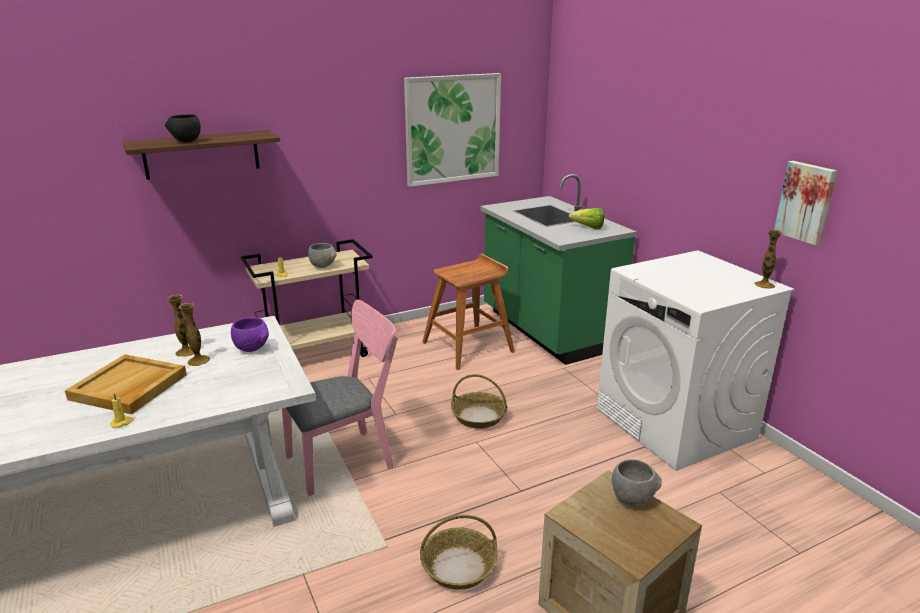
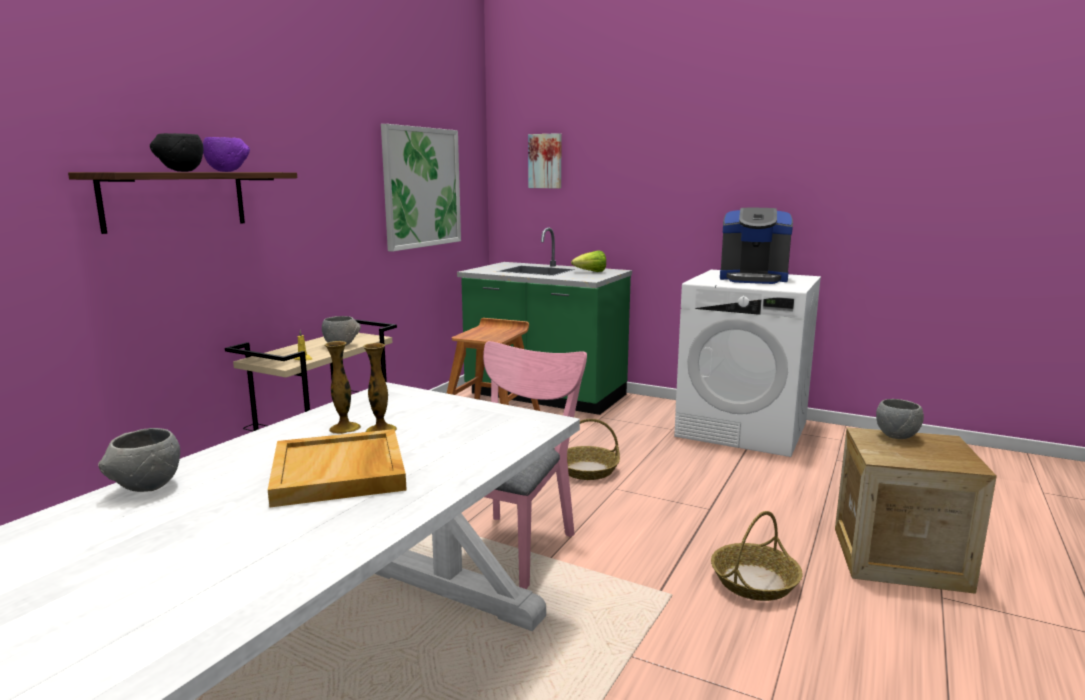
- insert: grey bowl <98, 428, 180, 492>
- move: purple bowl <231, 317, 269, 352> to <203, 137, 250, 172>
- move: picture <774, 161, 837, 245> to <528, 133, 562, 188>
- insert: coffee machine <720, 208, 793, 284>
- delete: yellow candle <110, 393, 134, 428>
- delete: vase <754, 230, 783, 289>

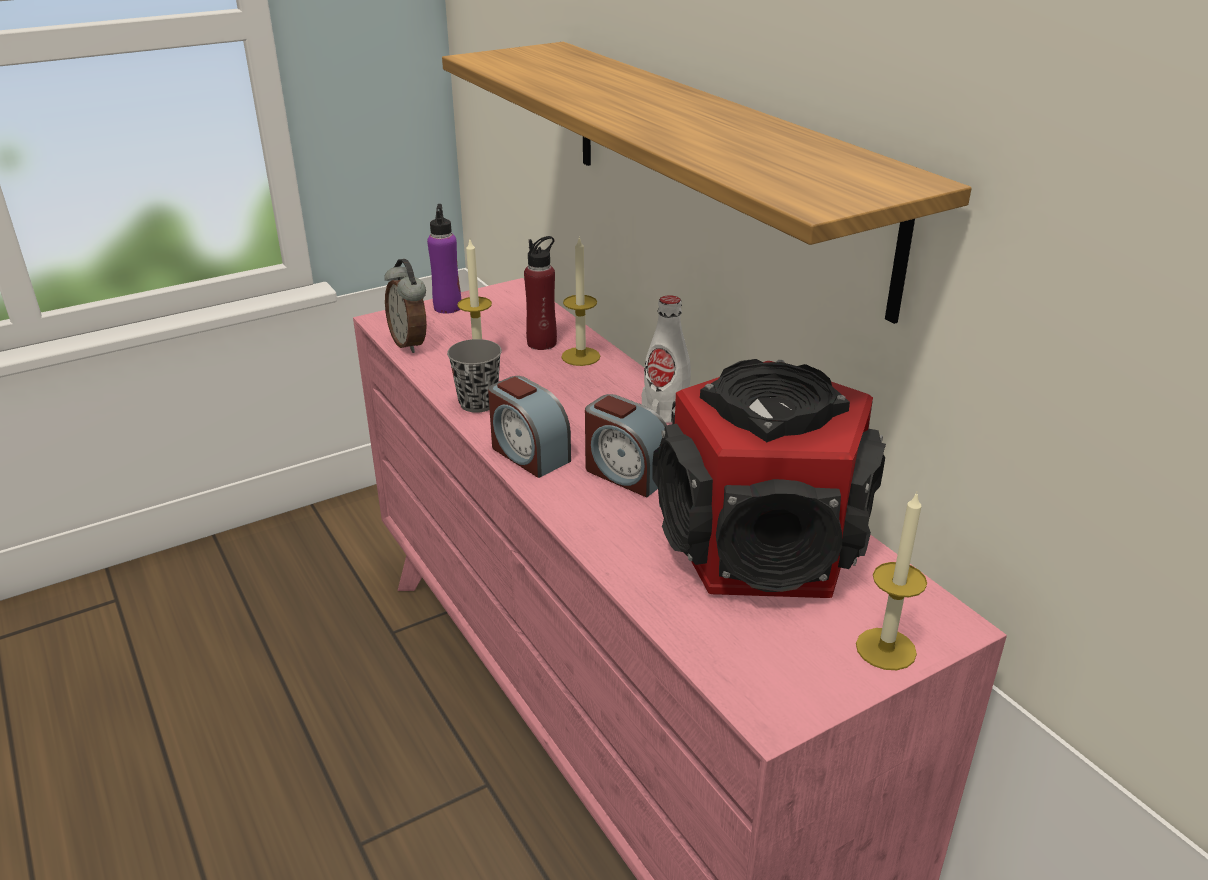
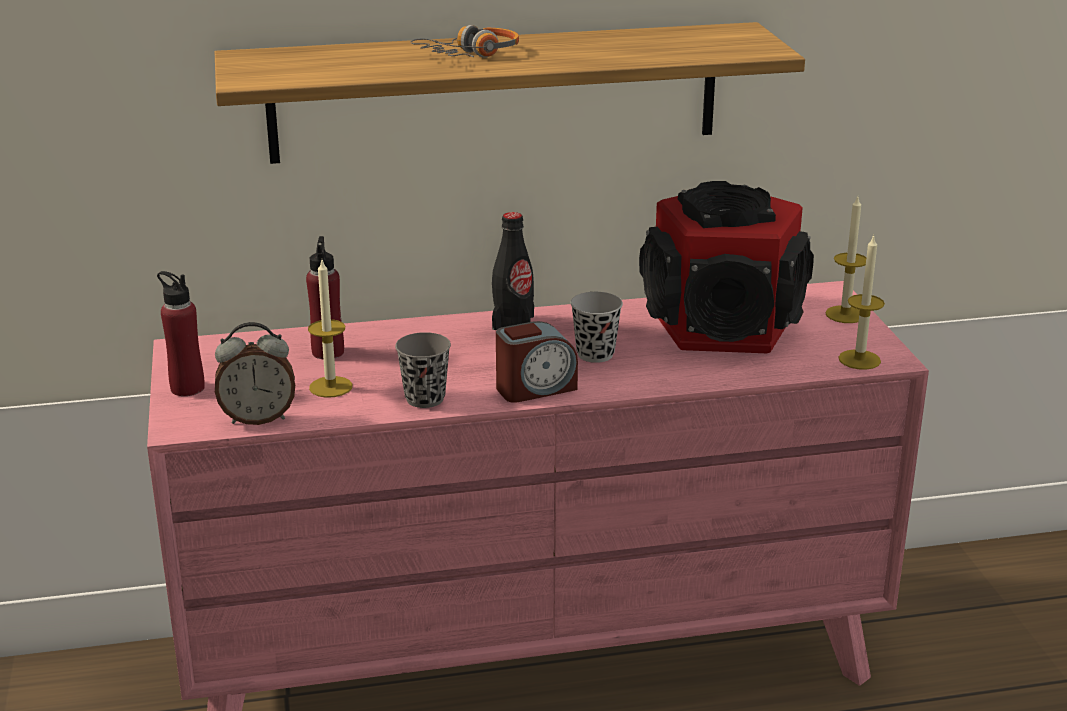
- recolor: purple bottle <427, 204, 461, 314> to red bottle <157, 271, 205, 396>
- insert: headphones <411, 25, 519, 58>
- recolor: white bottle <642, 295, 691, 423> to black bottle <492, 212, 534, 330>
- replace: alarm clock <585, 394, 667, 497> to black cup <570, 292, 623, 363>
- move: candle <561, 236, 600, 366> to <838, 235, 885, 370>

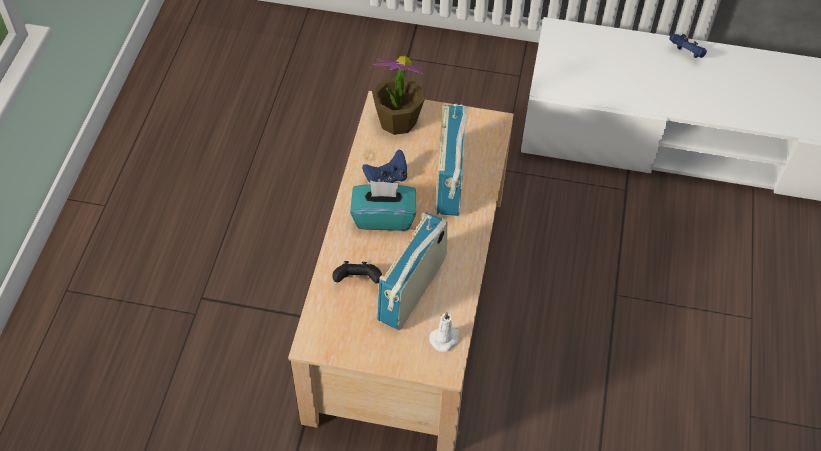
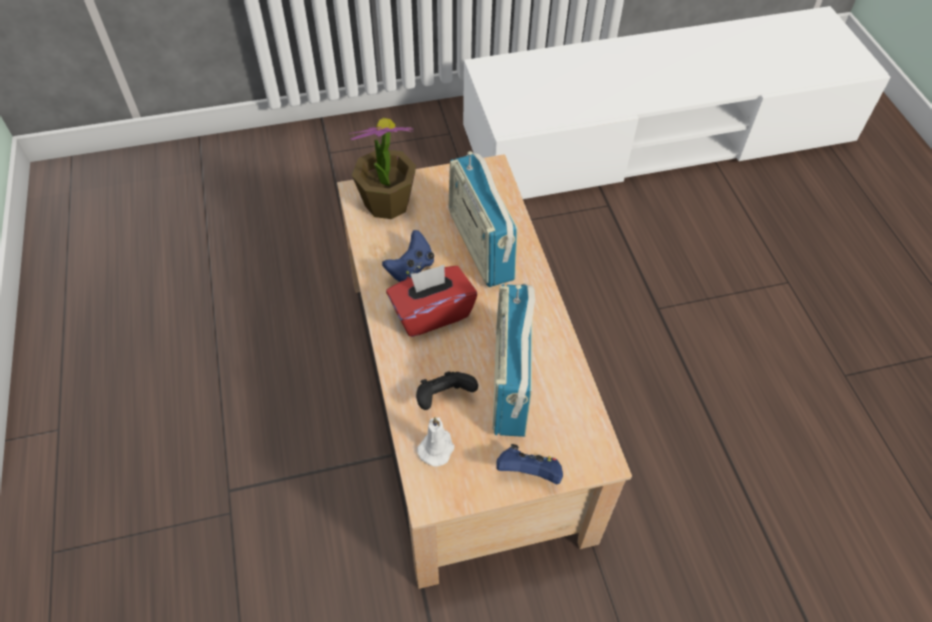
- recolor: turquoise tissue box <350, 180, 416, 231> to red tissue box <386, 265, 477, 337>
- move: white candle <429, 312, 460, 352> to <417, 417, 455, 467>
- move: blue game controller <669, 34, 707, 58> to <496, 444, 563, 484>

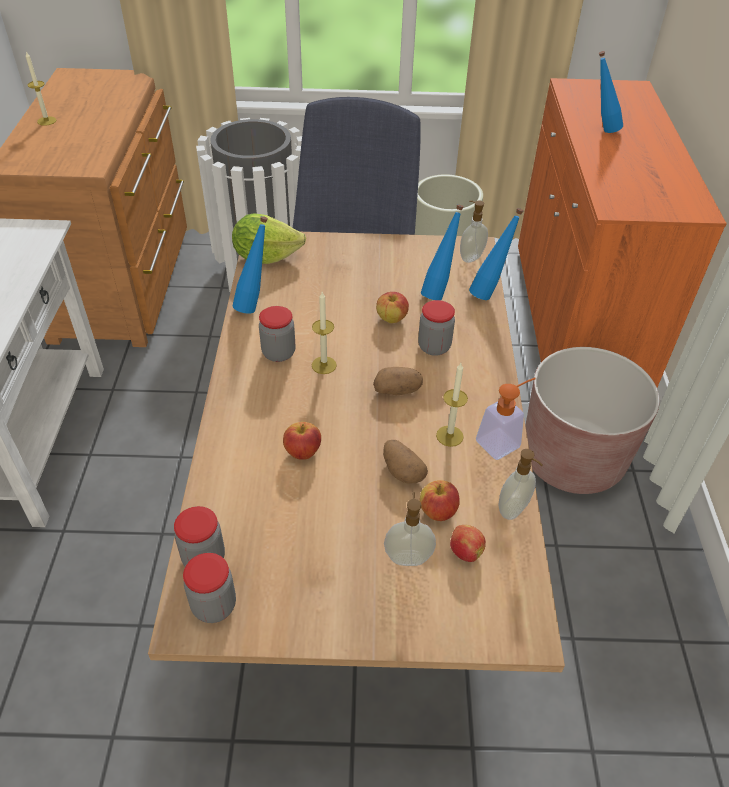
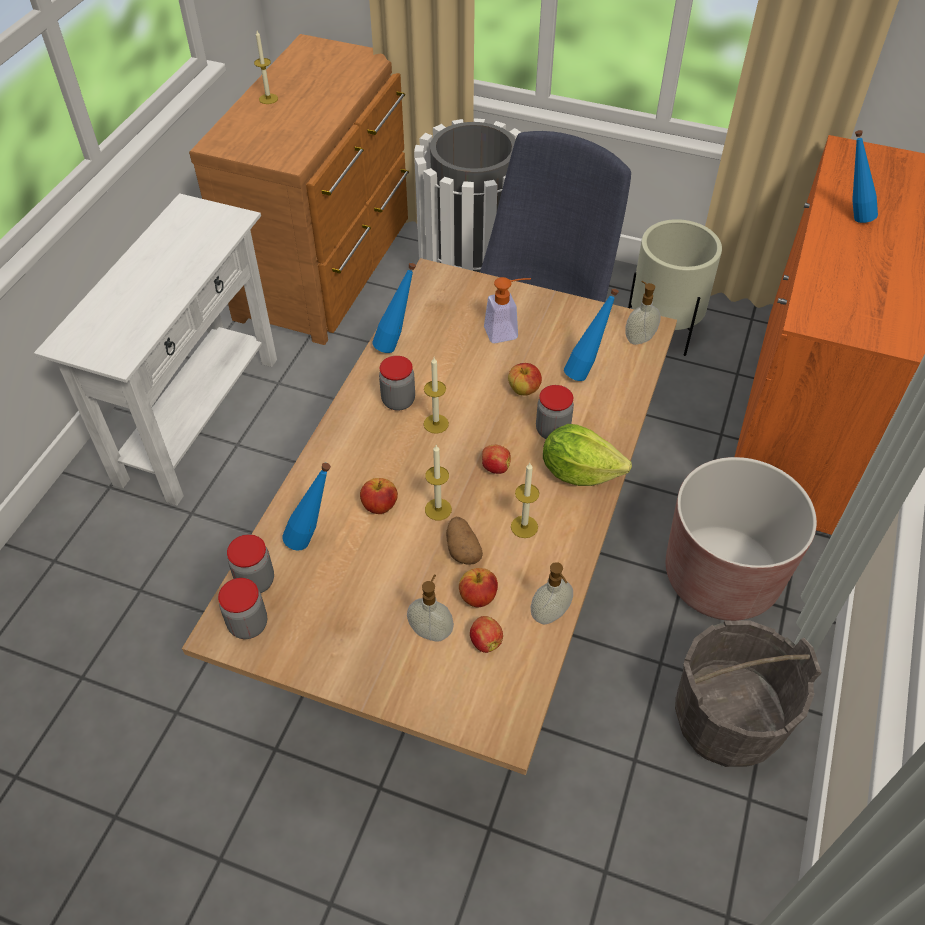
- move: blue bottle <469, 208, 524, 300> to <282, 463, 331, 551>
- insert: candle <425, 445, 452, 520>
- replace: potato <373, 367, 423, 395> to apple <482, 445, 511, 474>
- move: soap dispenser <476, 378, 536, 460> to <484, 277, 531, 343>
- move: lettuce <232, 213, 306, 264> to <543, 424, 632, 486>
- insert: grey bucket <675, 620, 822, 767>

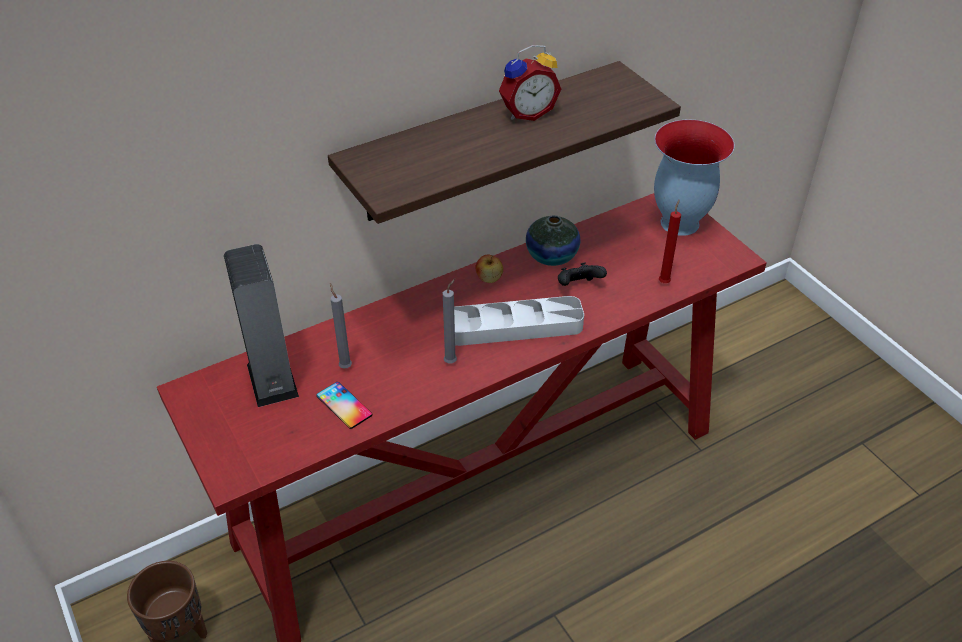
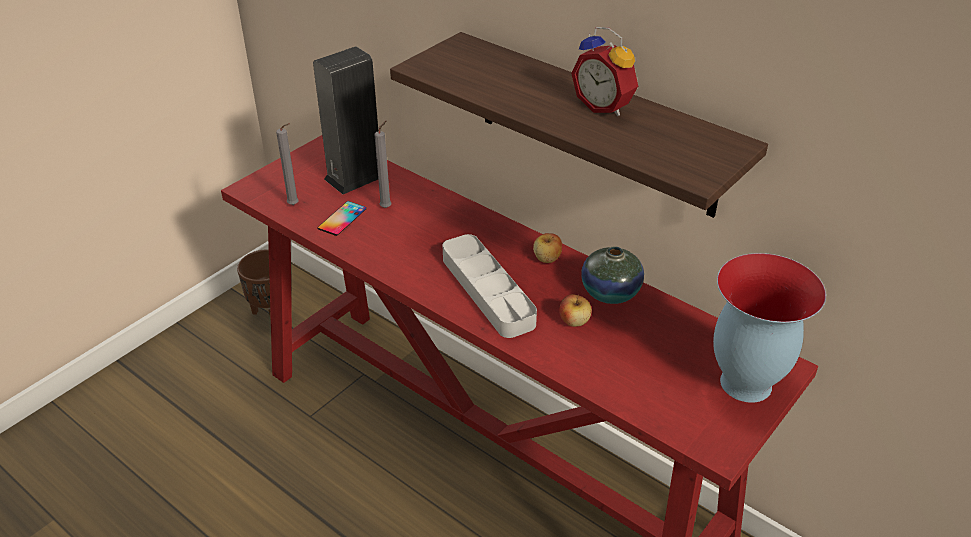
- move: grey candle <443, 278, 457, 364> to <276, 123, 299, 205>
- replace: black game controller <558, 262, 607, 286> to apple <559, 294, 592, 327>
- delete: red candle <659, 200, 681, 283>

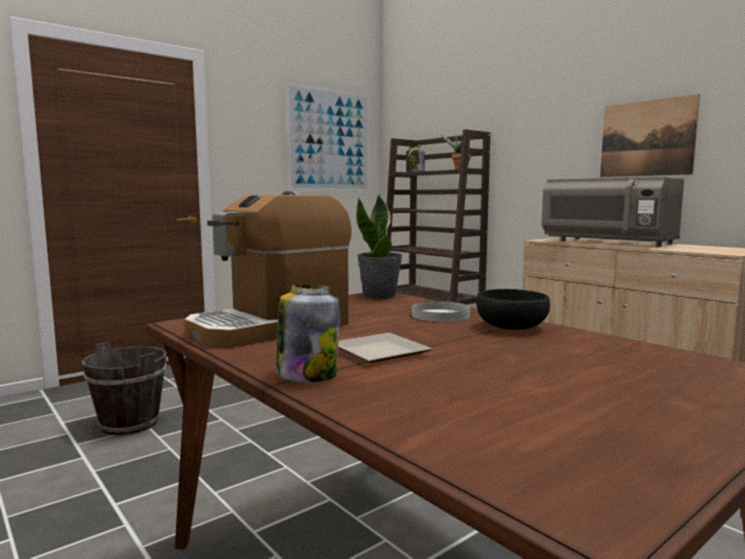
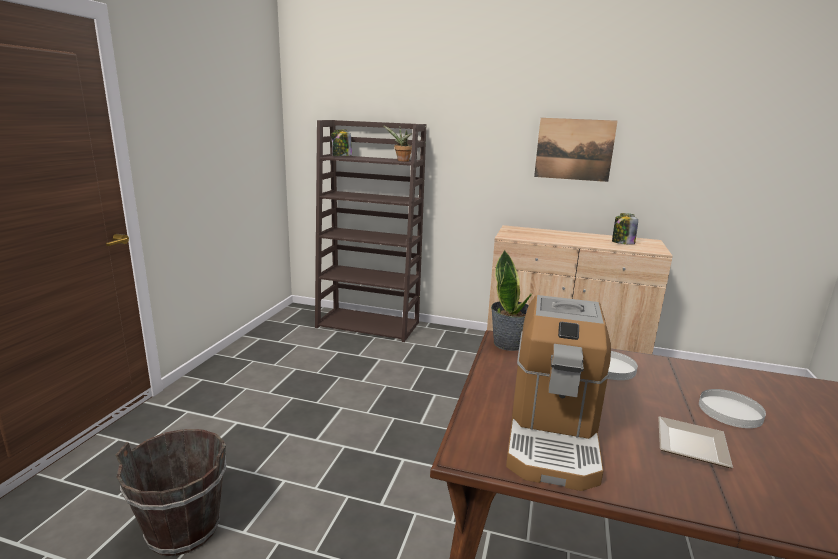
- move: jar <276, 284, 340, 382> to <612, 213, 638, 245>
- insert: white plate <699, 389, 766, 428>
- delete: picture <285, 82, 370, 192>
- delete: black bowl <476, 289, 550, 330>
- delete: grey microwave <542, 177, 684, 247>

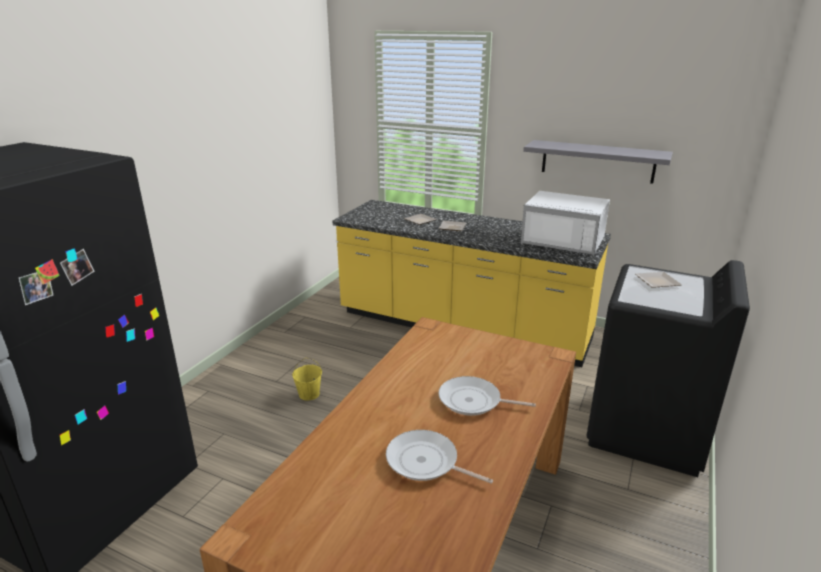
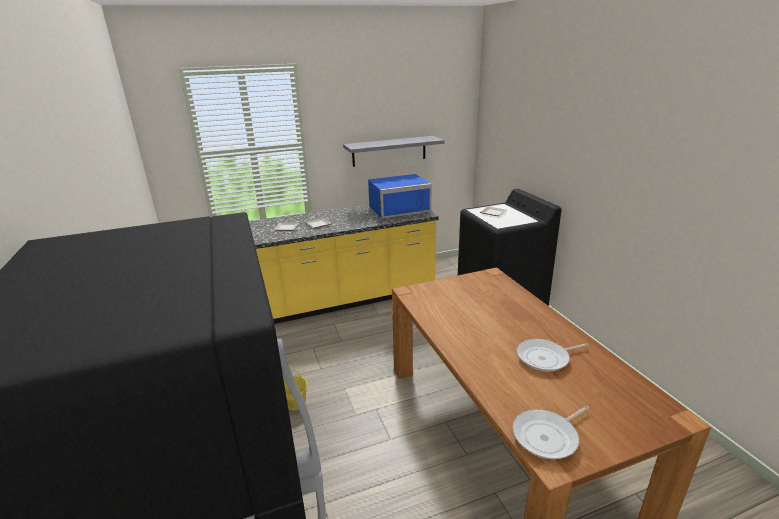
- recolor: white microwave <521, 191, 610, 255> to blue microwave <368, 174, 432, 219>
- move: frying pan <438, 376, 536, 416> to <513, 406, 589, 459>

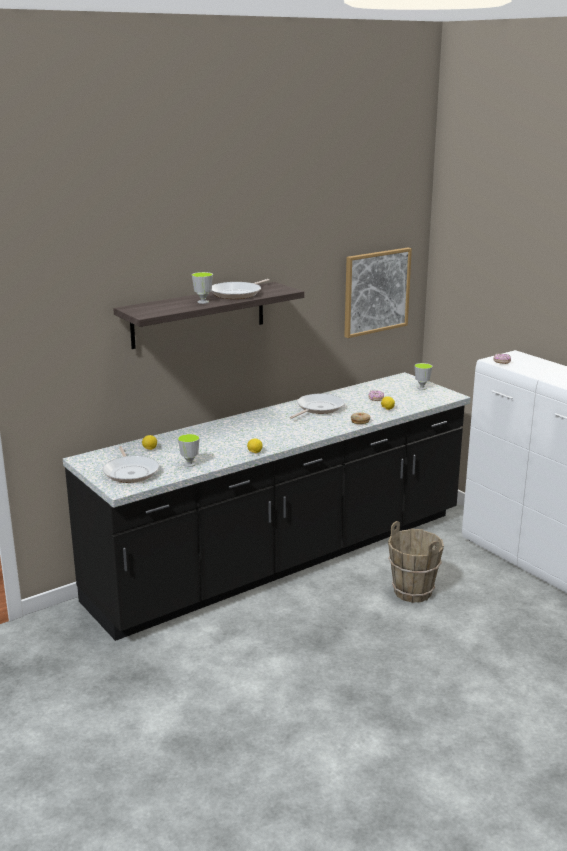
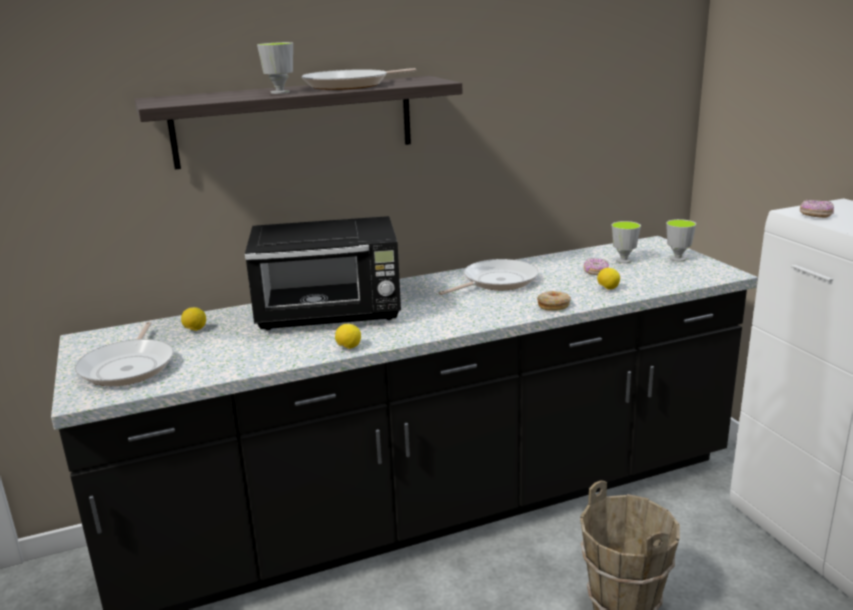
- insert: black microwave <245, 216, 401, 330>
- move: cup <178, 434, 200, 467> to <612, 221, 641, 263>
- delete: picture <344, 248, 412, 338>

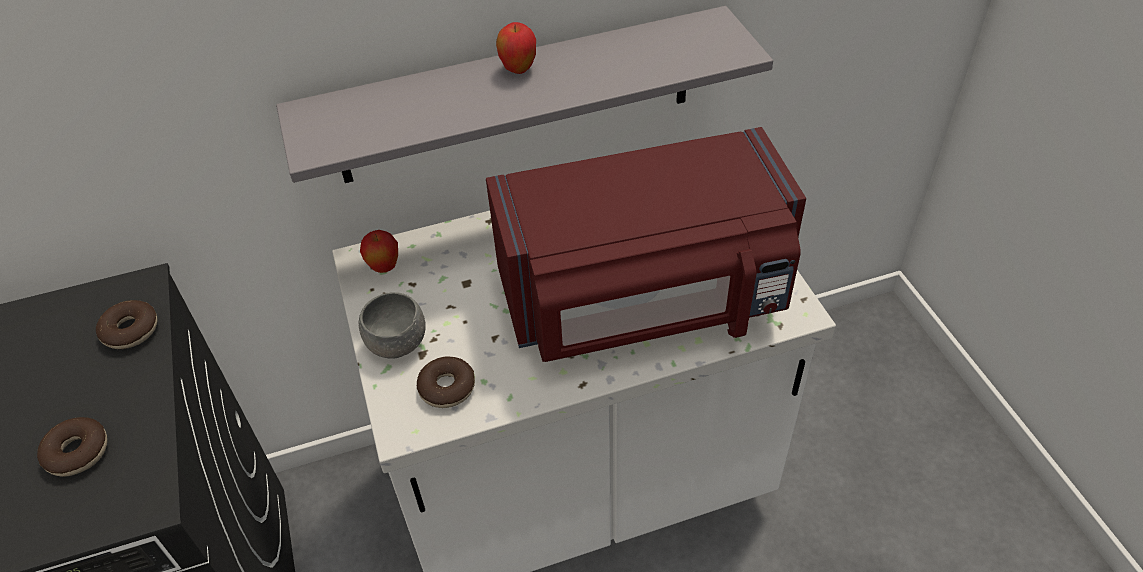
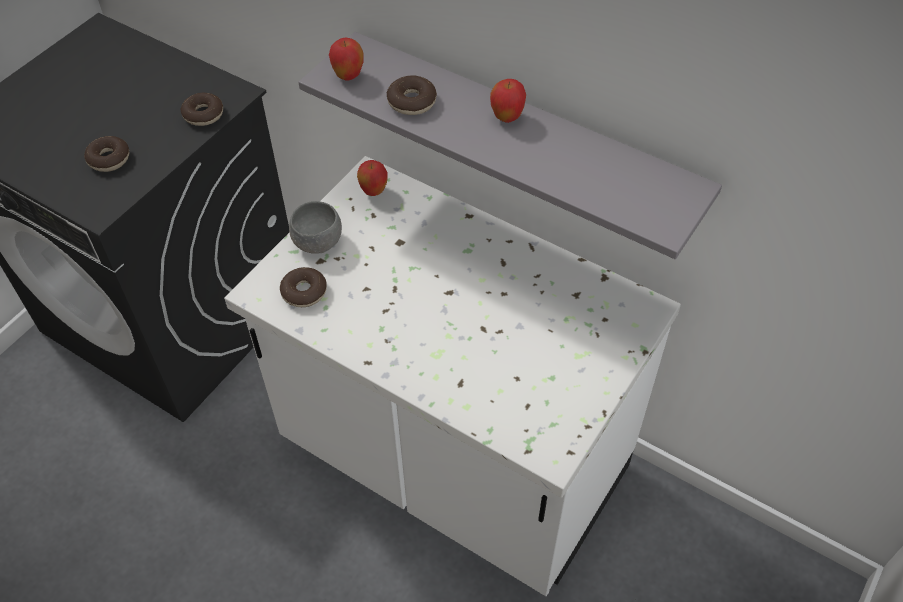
- insert: apple <329, 38, 364, 81>
- insert: donut <387, 76, 437, 115>
- delete: red microwave <486, 127, 806, 362>

